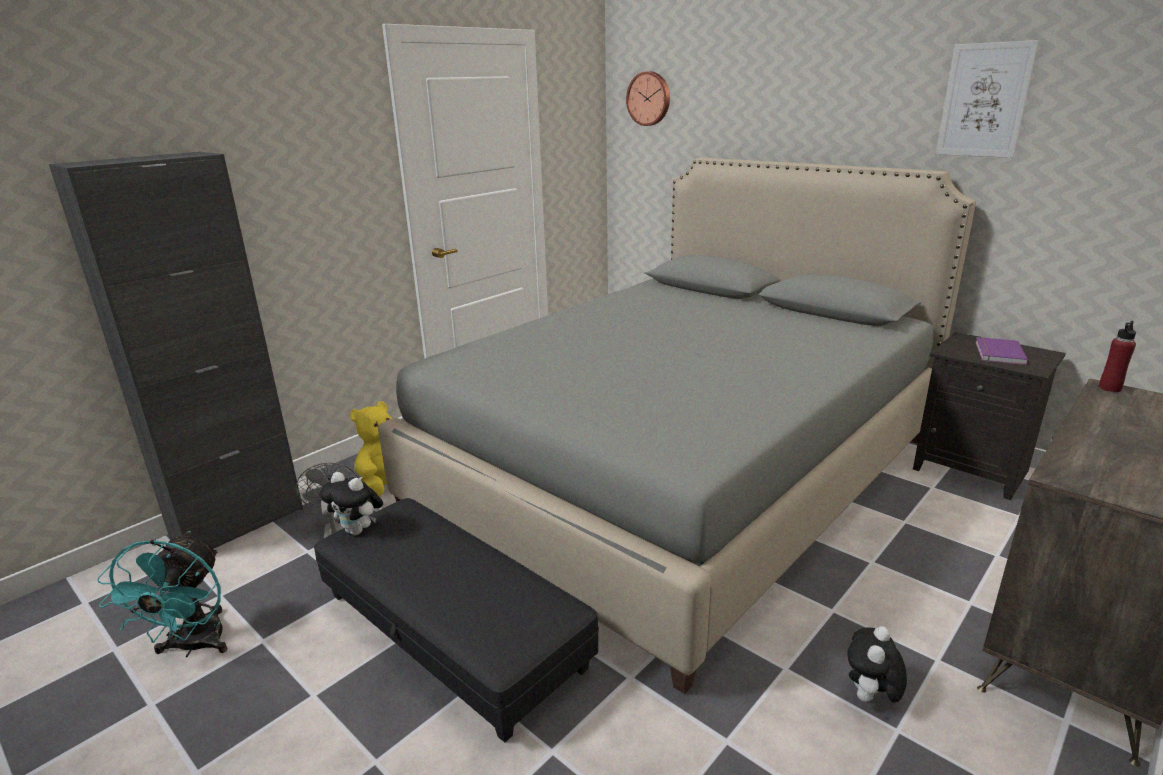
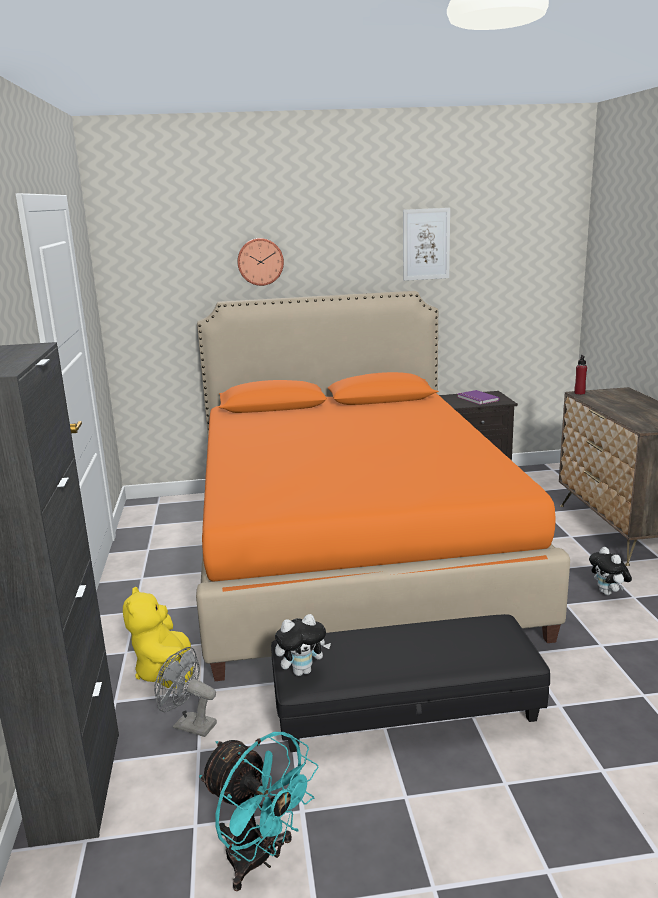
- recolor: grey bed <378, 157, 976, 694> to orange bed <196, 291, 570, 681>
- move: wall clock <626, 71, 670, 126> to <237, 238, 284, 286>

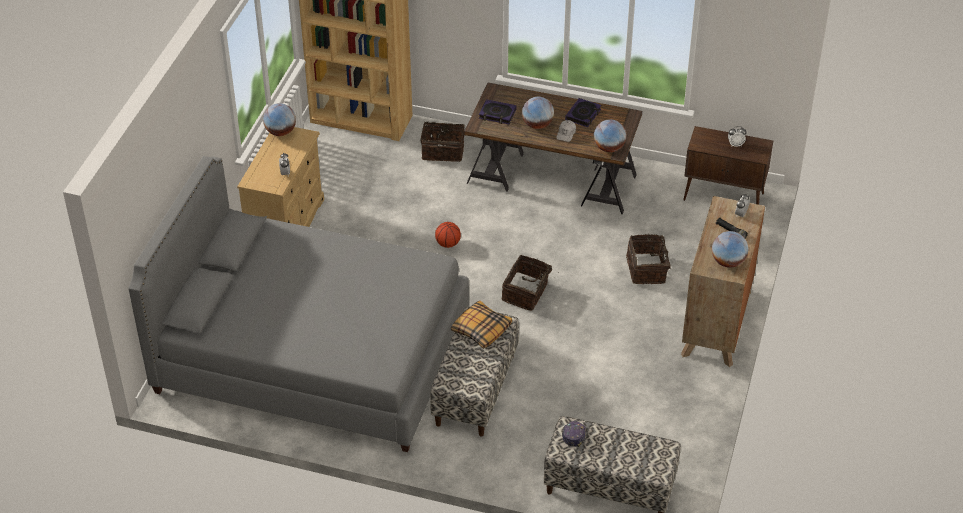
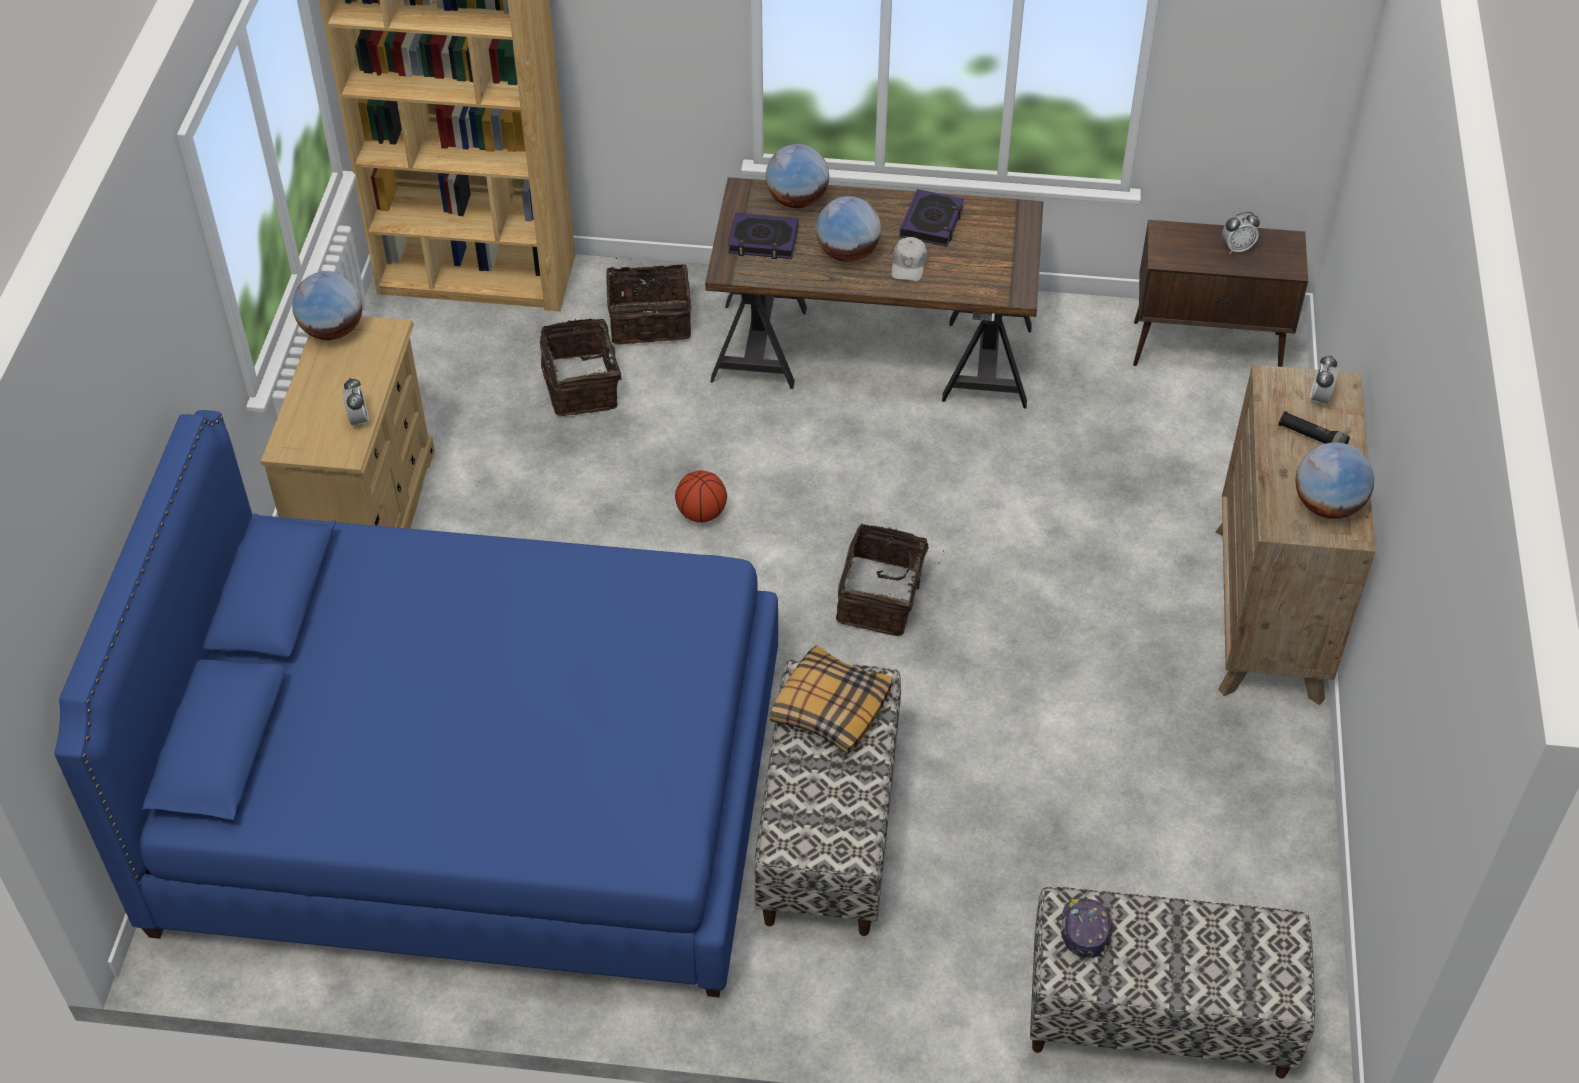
- recolor: grey bed <128, 156, 469, 452> to blue bed <54, 410, 778, 997>
- move: basket <626, 235, 674, 284> to <540, 318, 625, 416>
- move: globe <594, 119, 626, 152> to <766, 144, 829, 208>

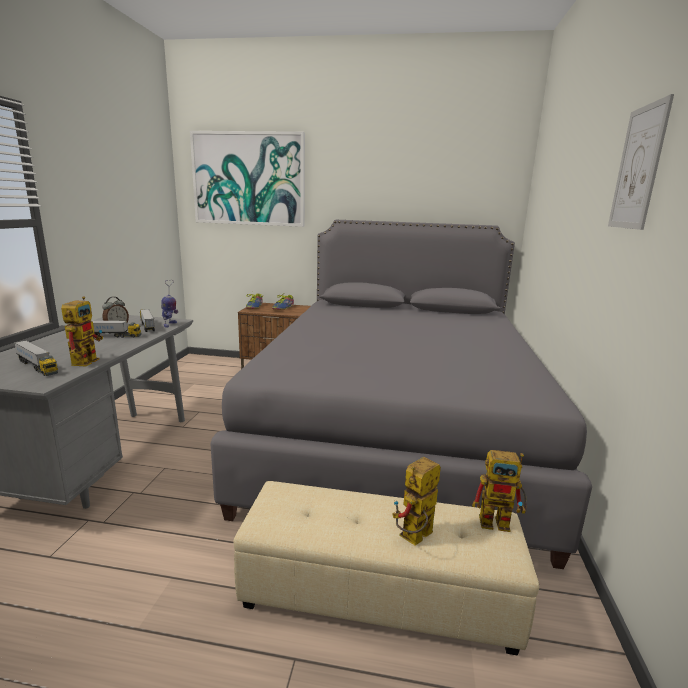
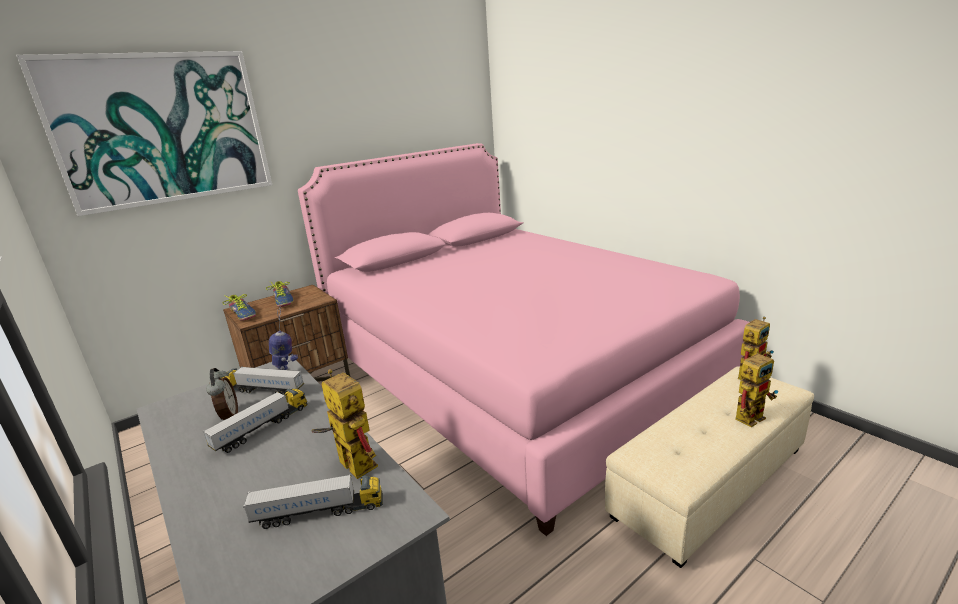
- recolor: grey bed <210, 220, 592, 569> to pink bed <298, 143, 750, 536>
- rotate: toy robot <392, 457, 441, 546> = <735, 351, 778, 427> 120 degrees counterclockwise
- delete: picture <608, 94, 674, 230>

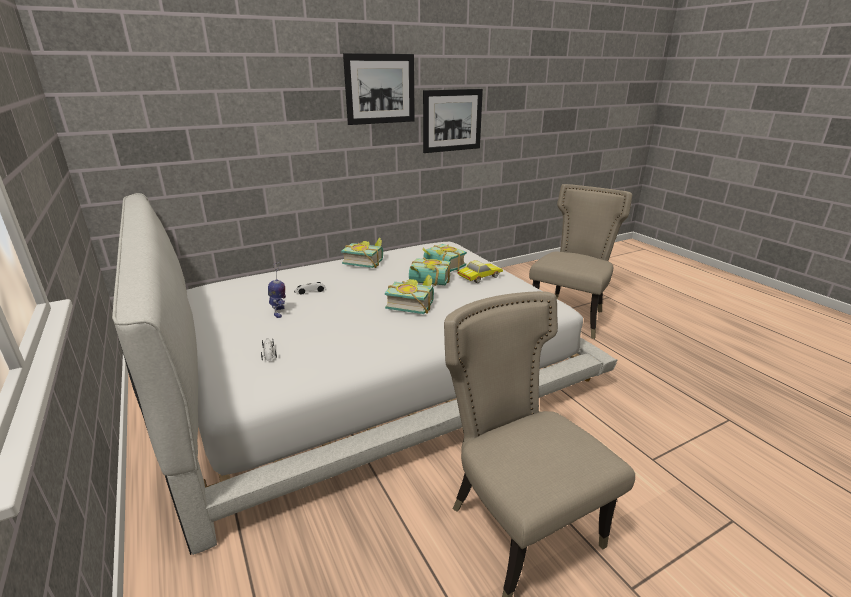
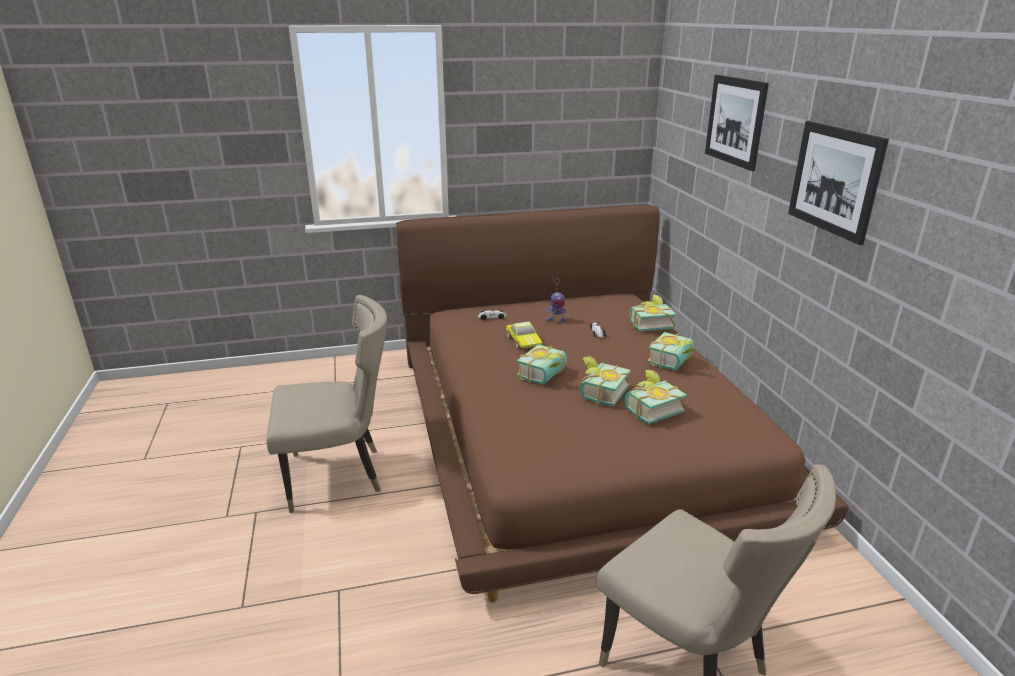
- recolor: white bed <112, 193, 617, 555> to brown bed <396, 205, 849, 603>
- move: toy car <458, 260, 503, 283> to <506, 321, 543, 348>
- insert: book <630, 295, 676, 331>
- move: picture <423, 89, 483, 153> to <705, 75, 769, 171>

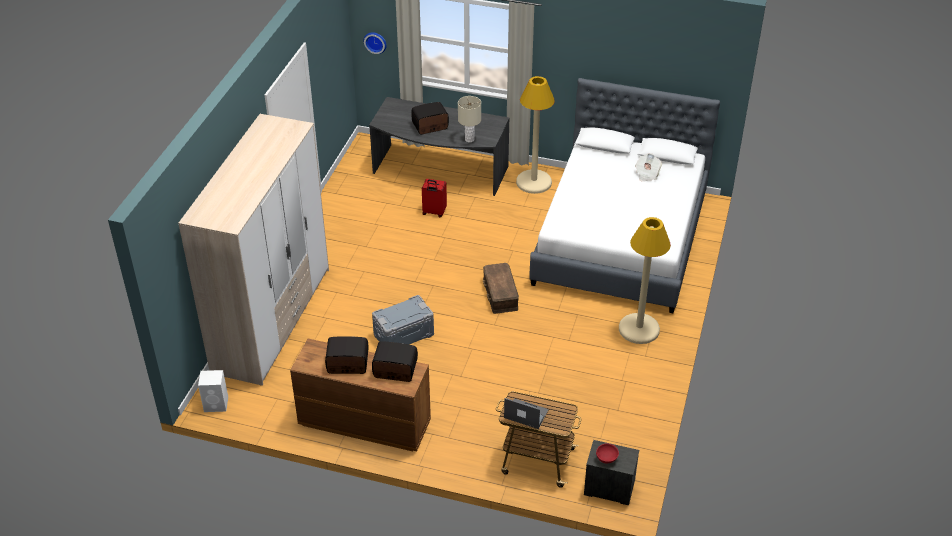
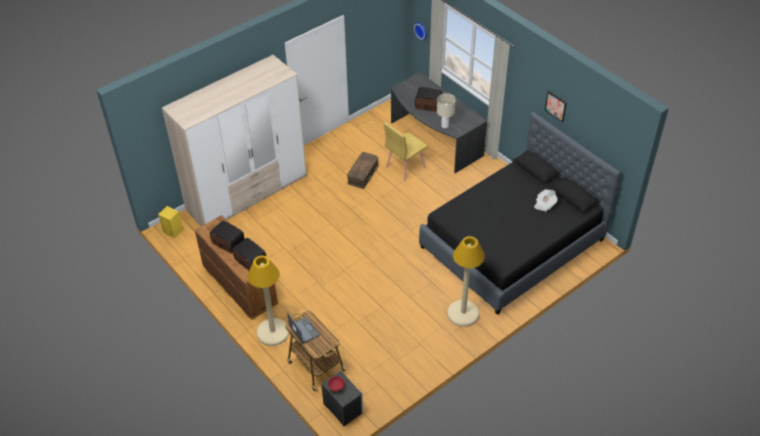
- recolor: white speaker <198, 370, 228, 412> to yellow speaker <158, 206, 183, 238>
- move: beige floor lamp <516, 76, 555, 194> to <247, 256, 289, 346>
- move: brown storage box <483, 263, 519, 314> to <347, 152, 378, 189>
- replace: red suitcase <422, 179, 447, 217> to yellow chair <384, 123, 428, 181>
- recolor: white bed <529, 78, 720, 313> to black bed <419, 112, 621, 315>
- insert: picture <545, 91, 566, 122>
- delete: grey storage box <372, 295, 434, 344>

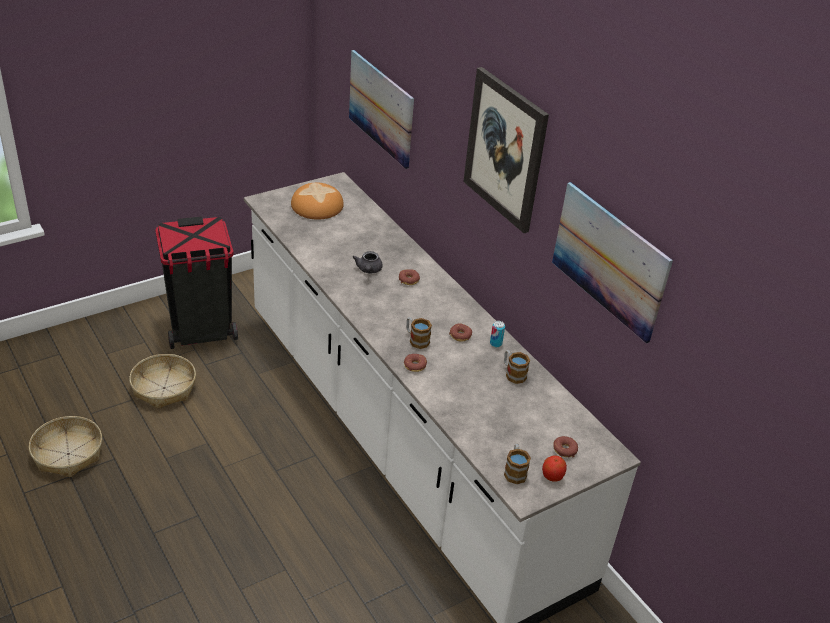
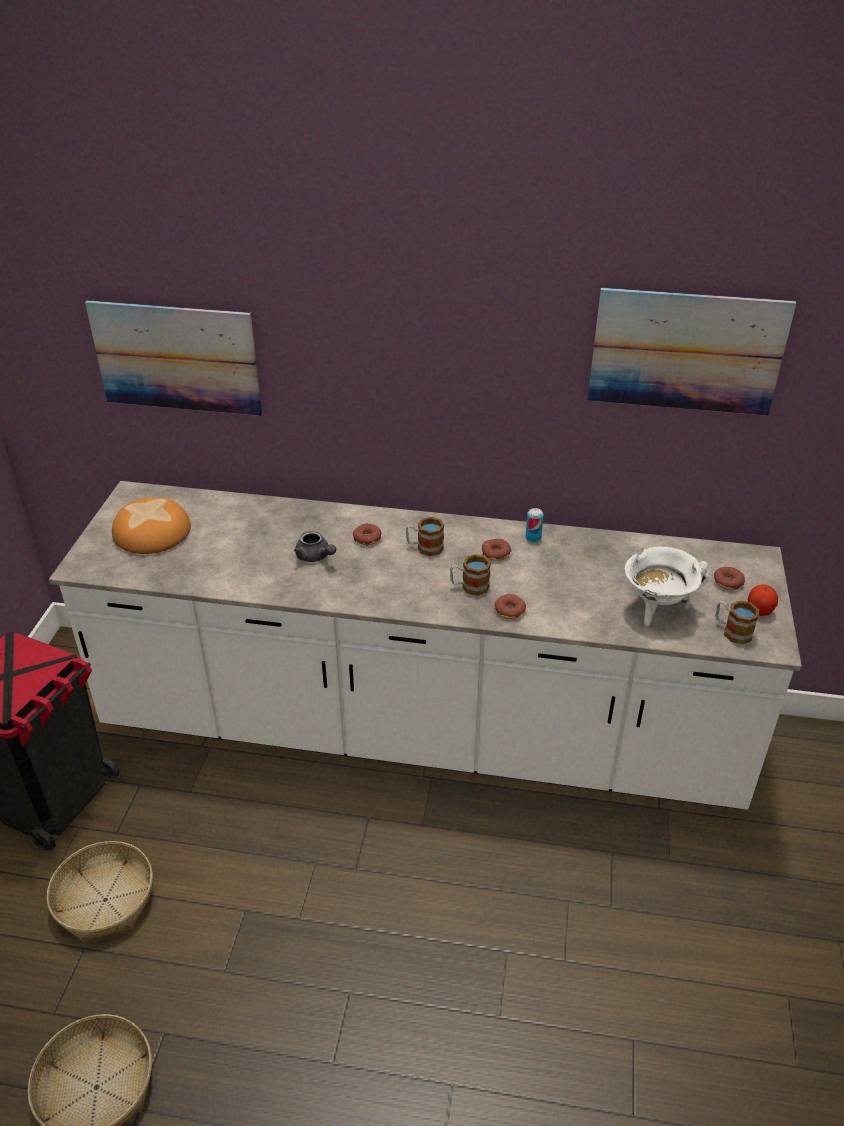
- move: mug <504, 350, 530, 384> to <406, 517, 444, 556>
- insert: white cooking pot <625, 547, 709, 627>
- delete: picture <463, 67, 549, 233>

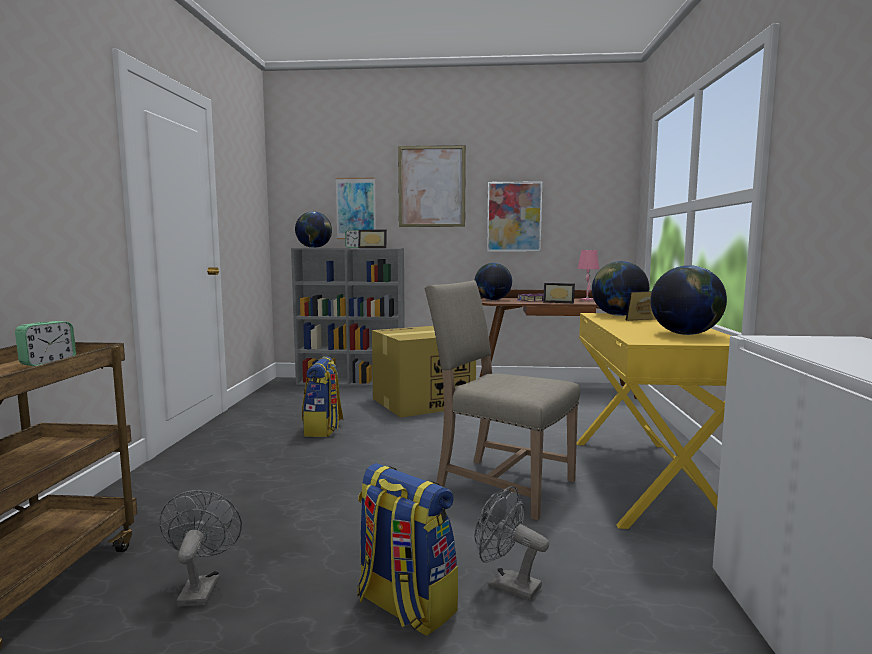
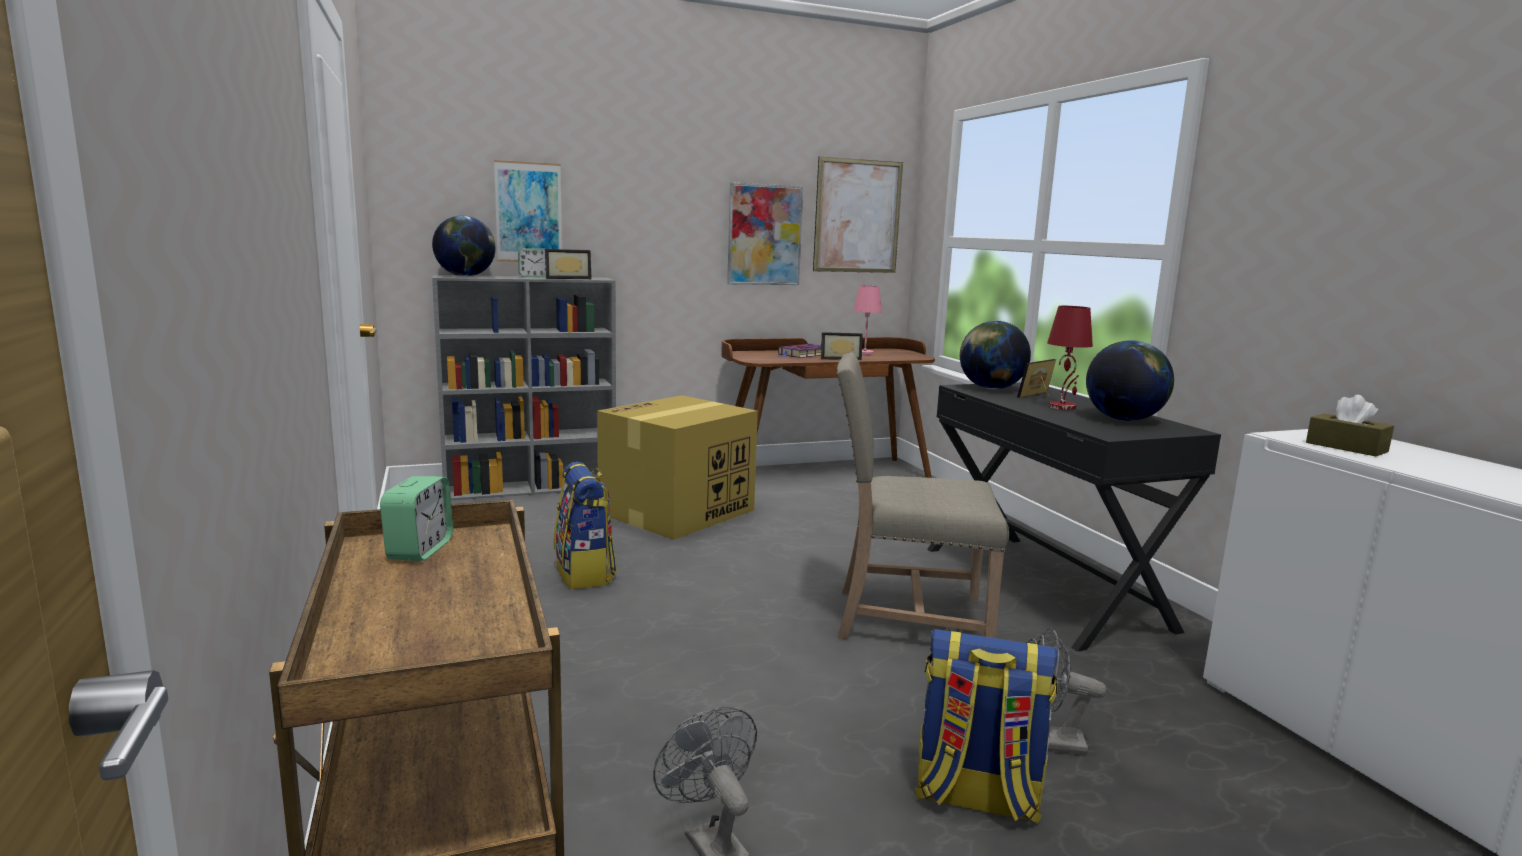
- move: picture <398, 145, 466, 227> to <813, 157, 903, 273>
- recolor: yellow desk <577, 313, 731, 529> to black desk <927, 382, 1221, 652>
- insert: red table lamp <1047, 306, 1093, 410>
- insert: brown tissue box <1306, 395, 1394, 456>
- delete: globe <475, 263, 512, 300>

